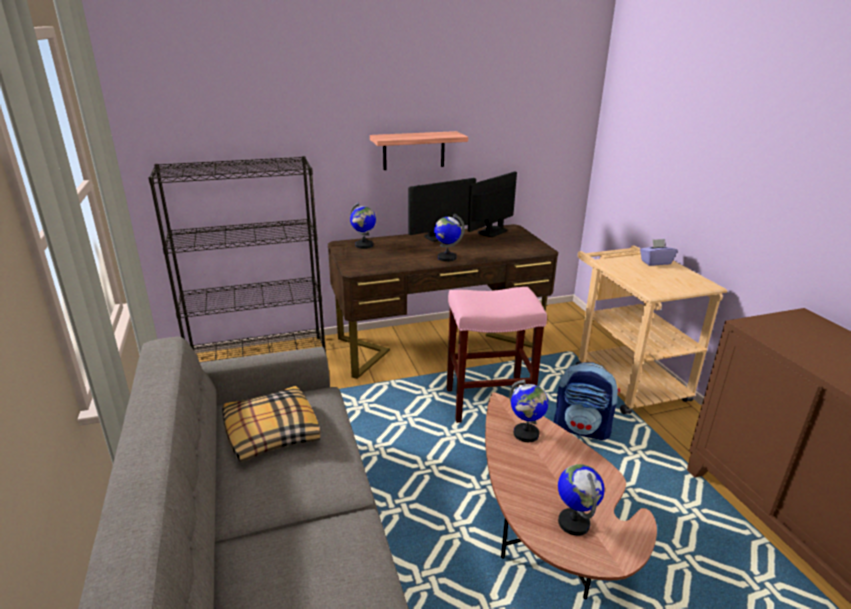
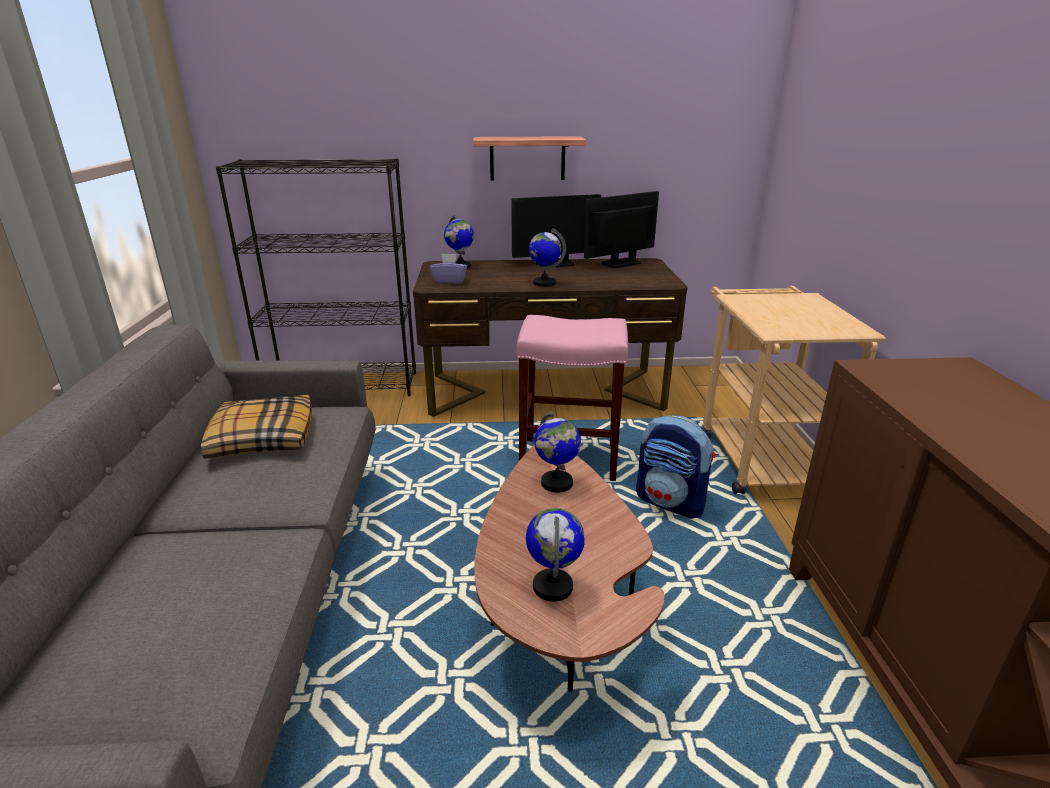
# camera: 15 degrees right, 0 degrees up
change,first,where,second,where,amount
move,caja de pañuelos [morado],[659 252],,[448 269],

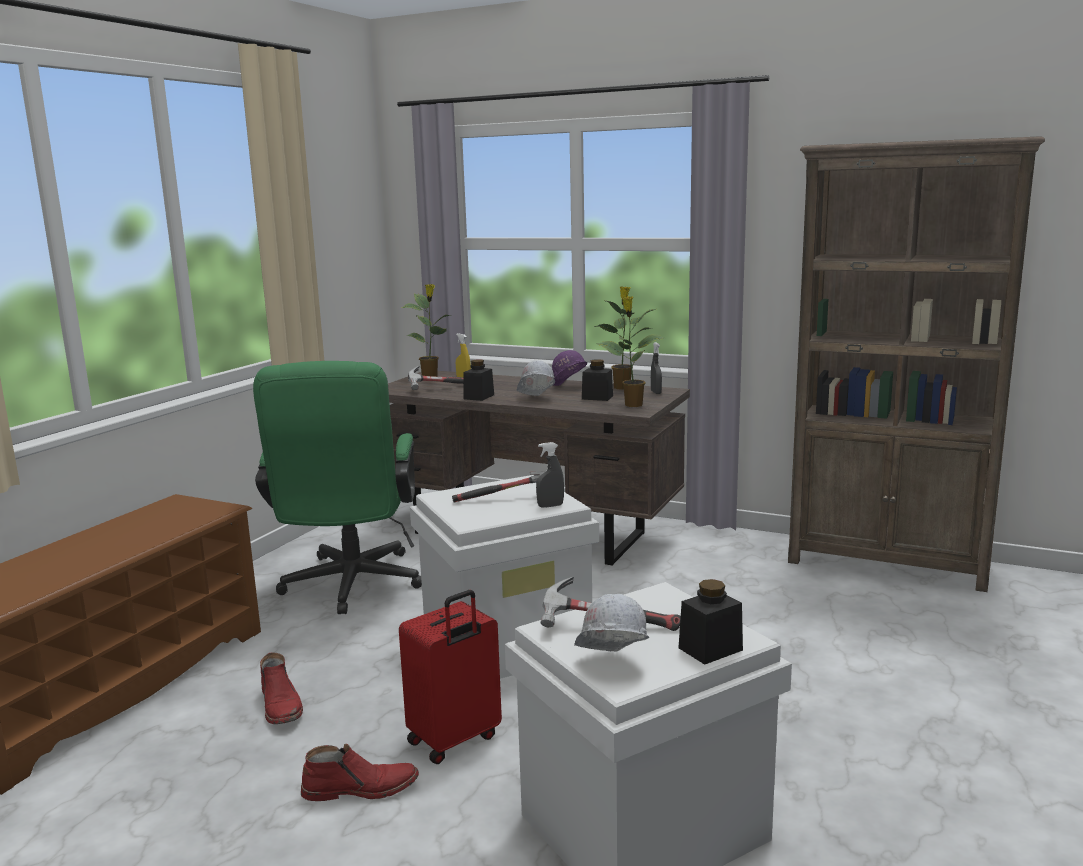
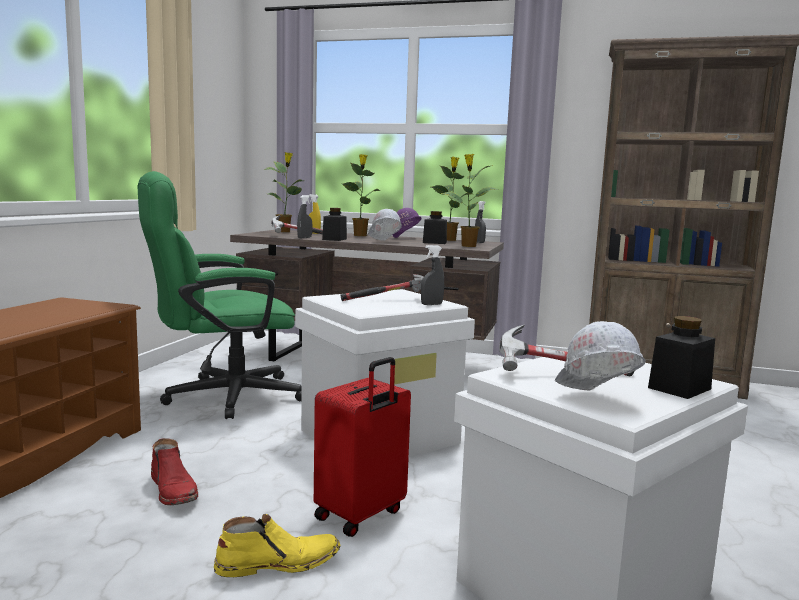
# camera: 10 degrees left, 5 degrees down
change,first,where,second,where,amount
rotate,silla de oficina [verde],[337 487],,[220 295],75 degrees clockwise
recolor,bota [rojo],[360 772],bota [amarillo],[277 545],
insert,,,planta en maceta,[361 195],
insert,,,pulverizador [gris],[304 216],

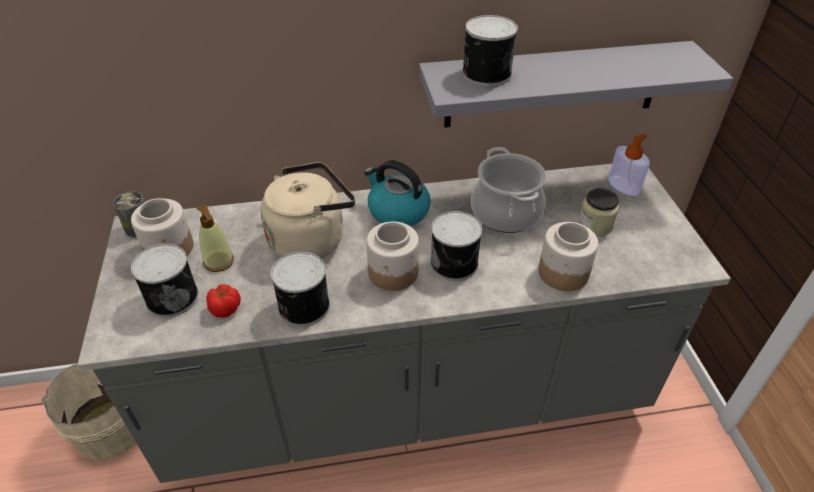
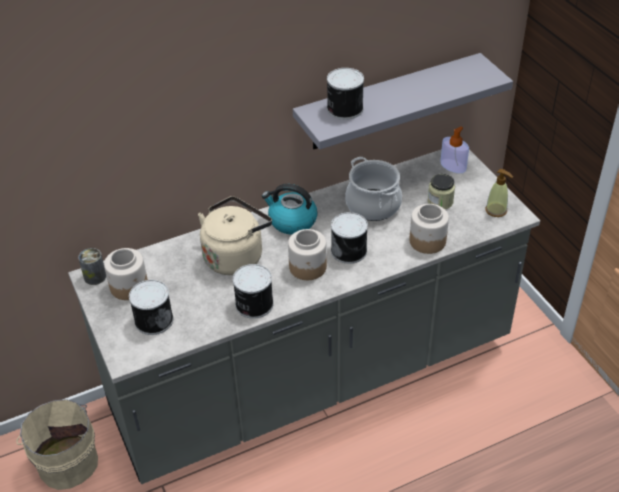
# camera: 15 degrees left, 0 degrees up
change,first,where,second,where,amount
move,dispensador de jabón,[215 238],,[499 193],
delete,tomate,[223 301],,,

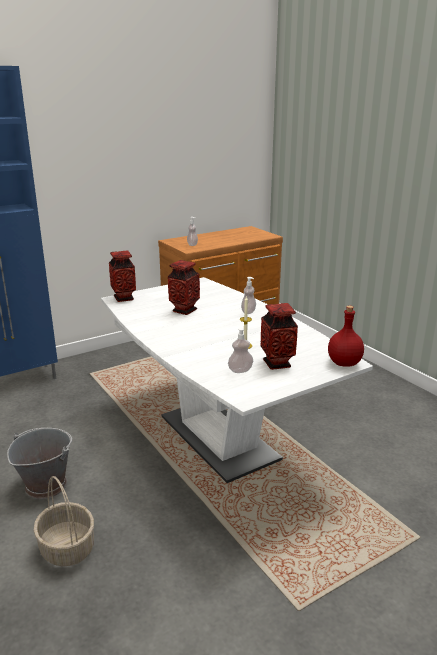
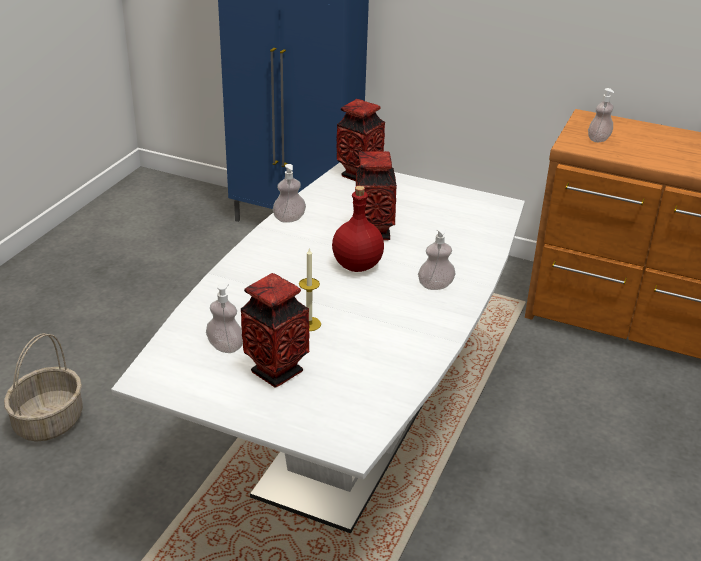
# camera: 55 degrees right, 10 degrees up
change,first,where,second,where,amount
move,botella [rojo],[346 336],,[358 229],
delete,cubo [gris],[39 463],,,
insert,,,dispensador de jabón,[289 193],

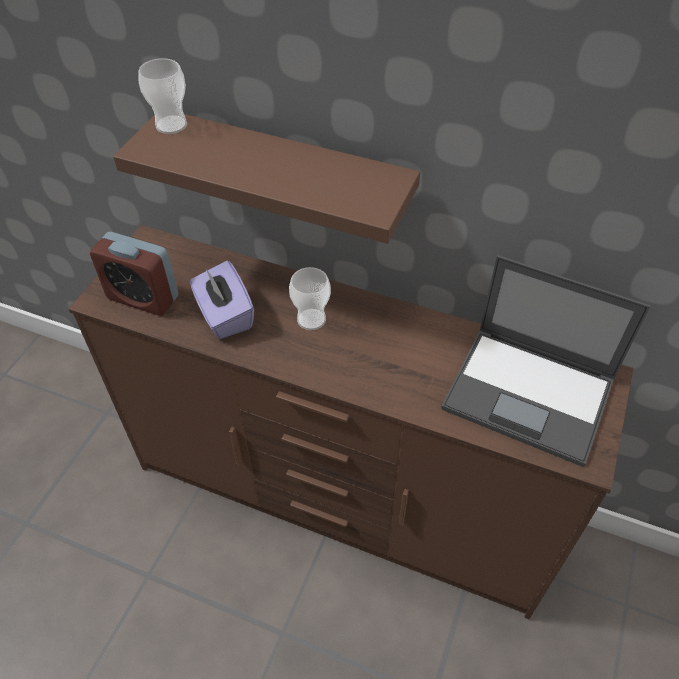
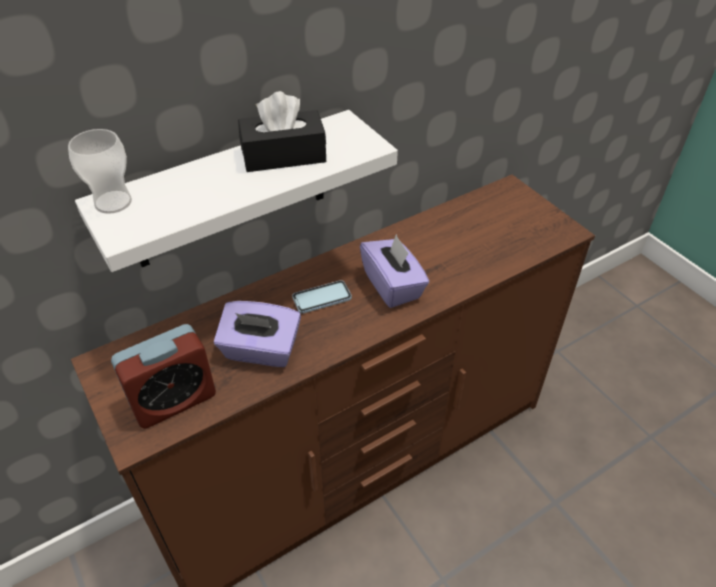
# camera: 55 degrees left, 5 degrees down
change,first,where,second,where,amount
recolor,estante [marrón],[266 179],estante [blanco],[236 191],
delete,portátil,[545 361],,,
replace,taza,[310 298],móvil,[322 297],
insert,,,caja de pañuelos [negro],[282 131],
insert,,,caja de pañuelos [morado],[394 271],

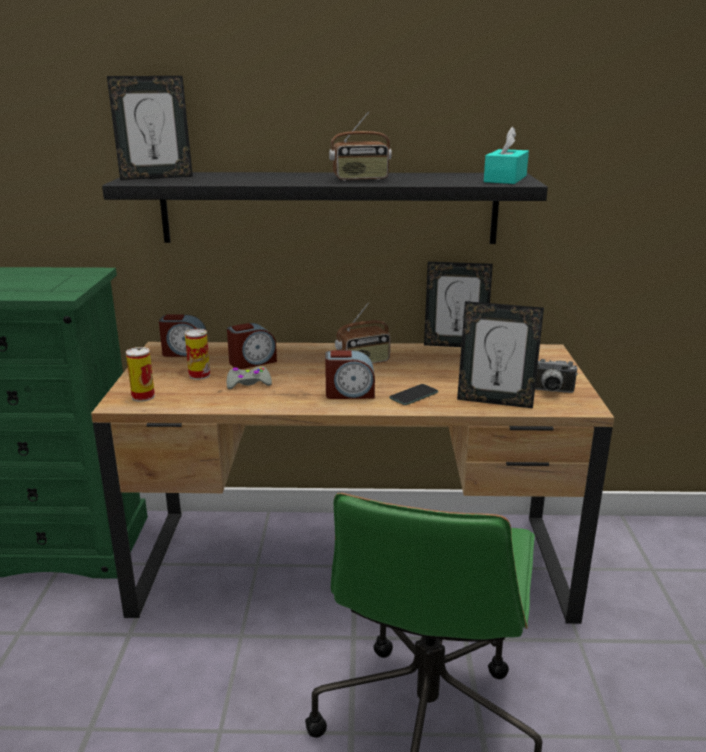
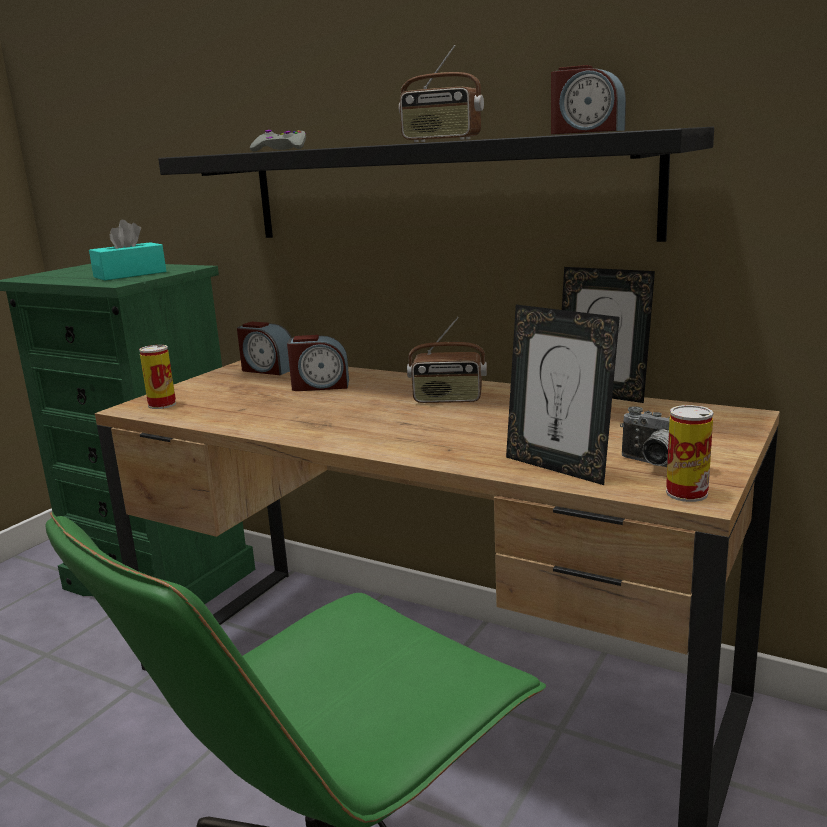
# camera: 30 degrees right, 5 degrees down
change,first,where,second,where,amount
delete,portarretratos,[150 128],,,
move,caja de pañuelos [turquesa],[506 155],,[127 250],
move,lata,[197 354],,[689 453],
move,despertador,[350 374],,[588 100],
move,mando de consola [gris],[249 377],,[278 141],
delete,móvil,[413 394],,,

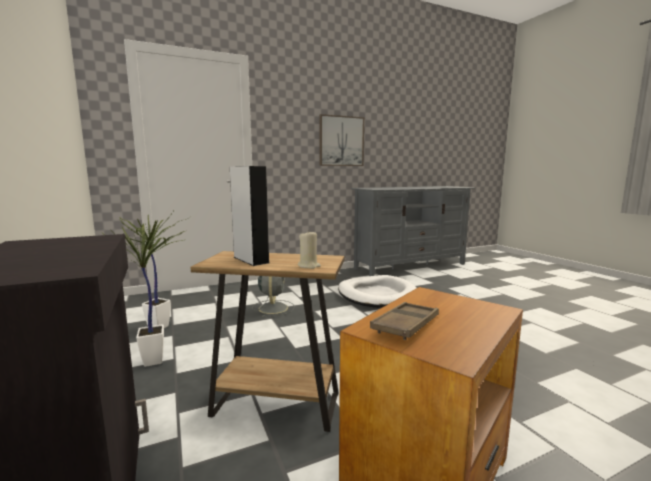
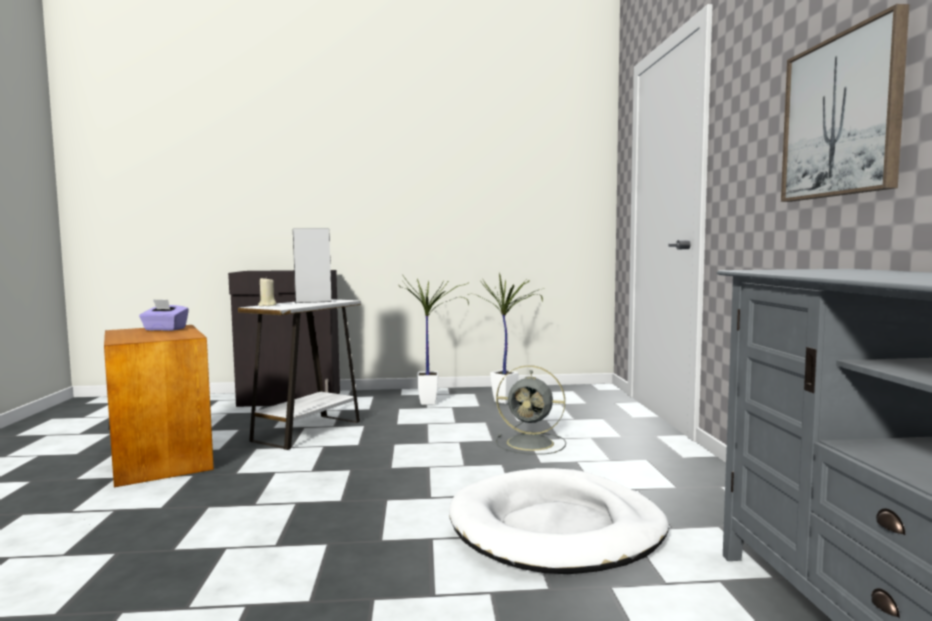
# camera: 110 degrees right, 5 degrees down
change,first,where,second,where,amount
recolor,mesa auxiliar [marrón],[268 341],mesa auxiliar [blanco],[299 374],
replace,bandeja [marrón],[404 321],caja de pañuelos [morado],[164 315],

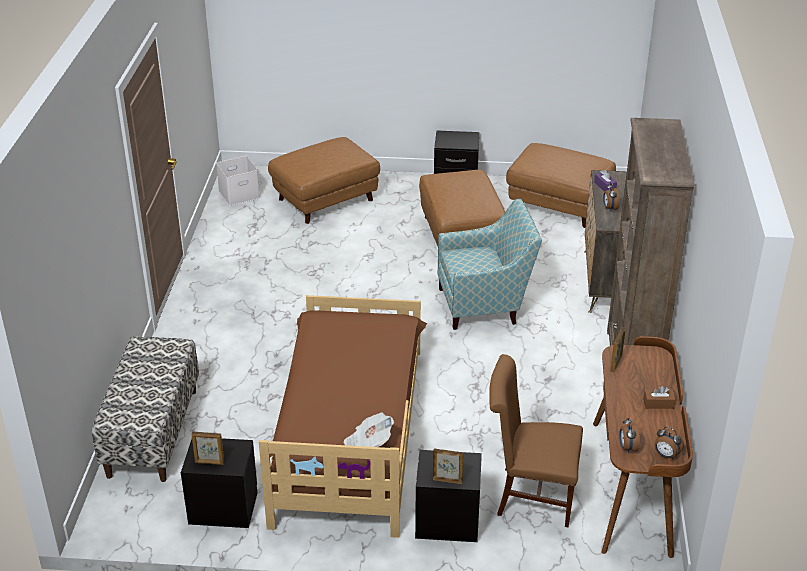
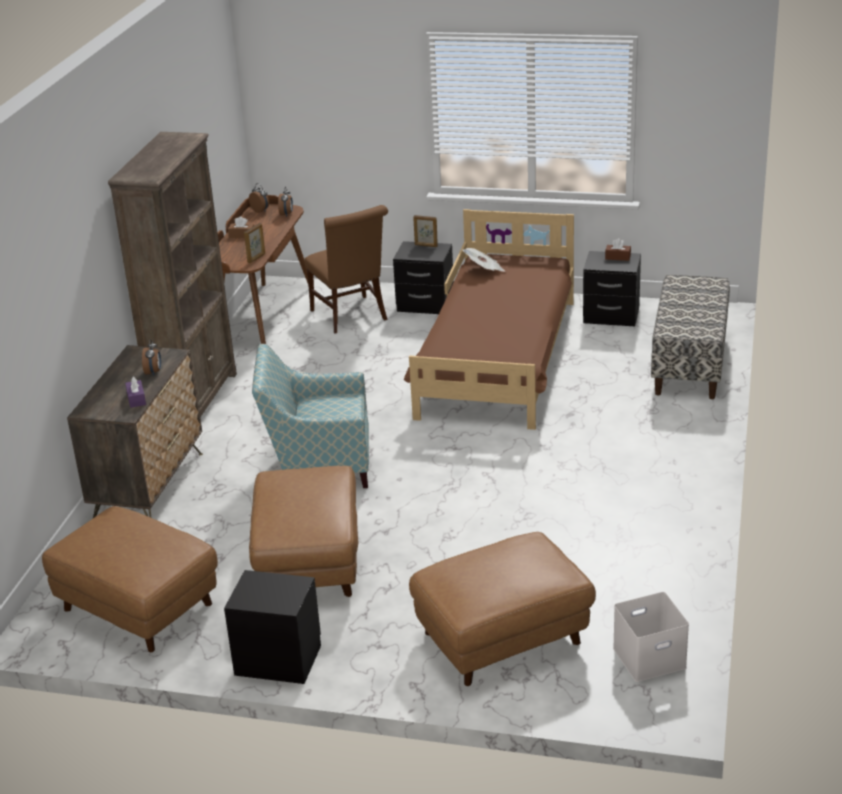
# camera: 170 degrees left, 5 degrees down
change,first,where,second,where,amount
rotate,silla [marrón],[536 440],,[346 269],45 degrees clockwise
replace,portarretratos,[208 448],caja de pañuelos [marrón],[618 249],

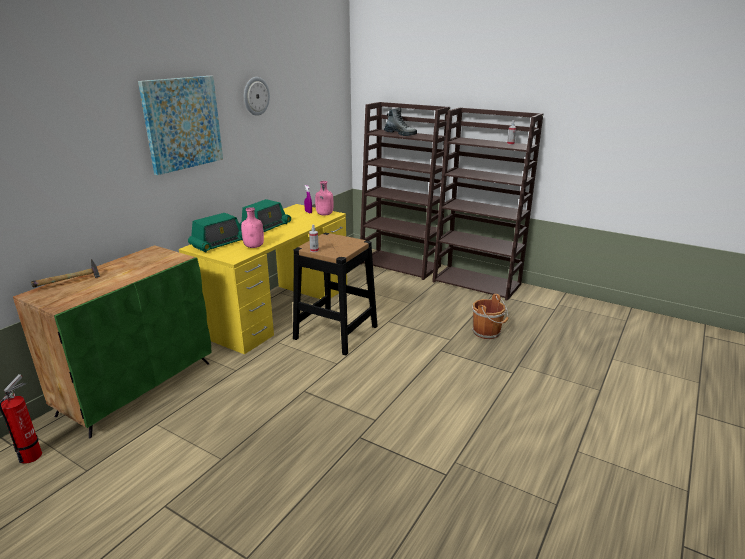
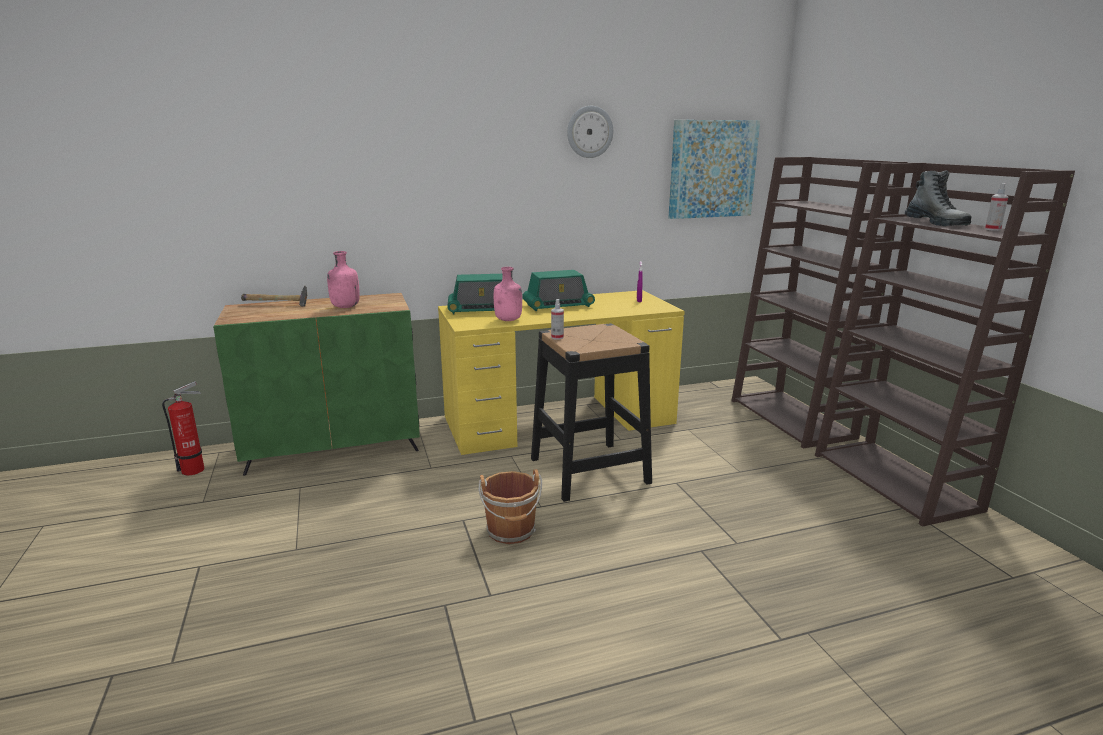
# camera: 40 degrees right, 5 degrees down
change,first,where,second,where,amount
move,cuadro,[180 125],,[714 169],
move,bota,[400 122],,[938 198],
move,botella [rosa],[324 198],,[343 279],
move,cubo [marrón],[490 316],,[510 506],

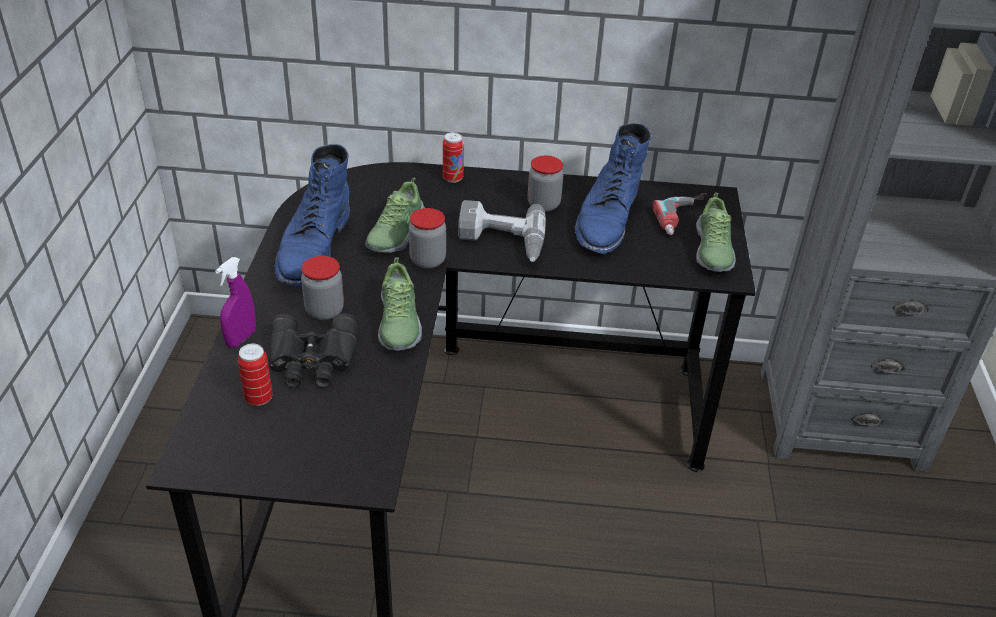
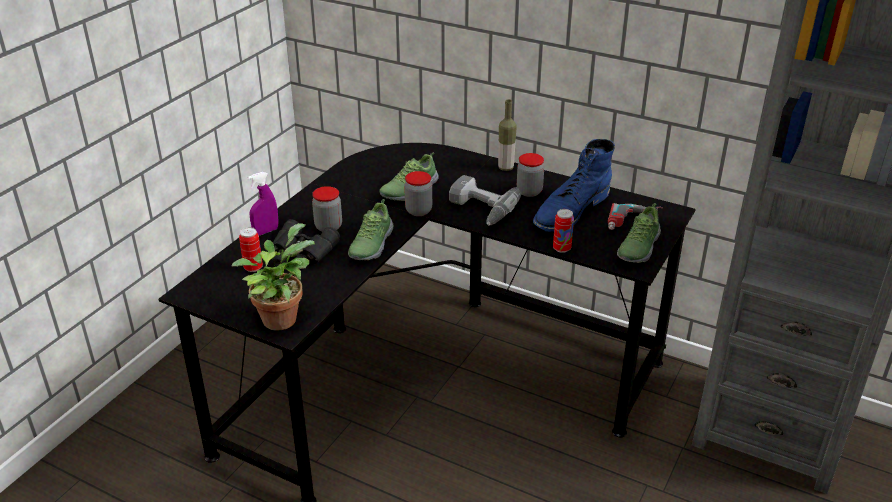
# camera: 25 degrees right, 5 degrees down
change,first,where,second,where,amount
move,lata,[453 157],,[563 231],
delete,bota [azul],[312 215],,,
insert,,,botella,[507 135],
insert,,,planta en maceta,[273 277],

